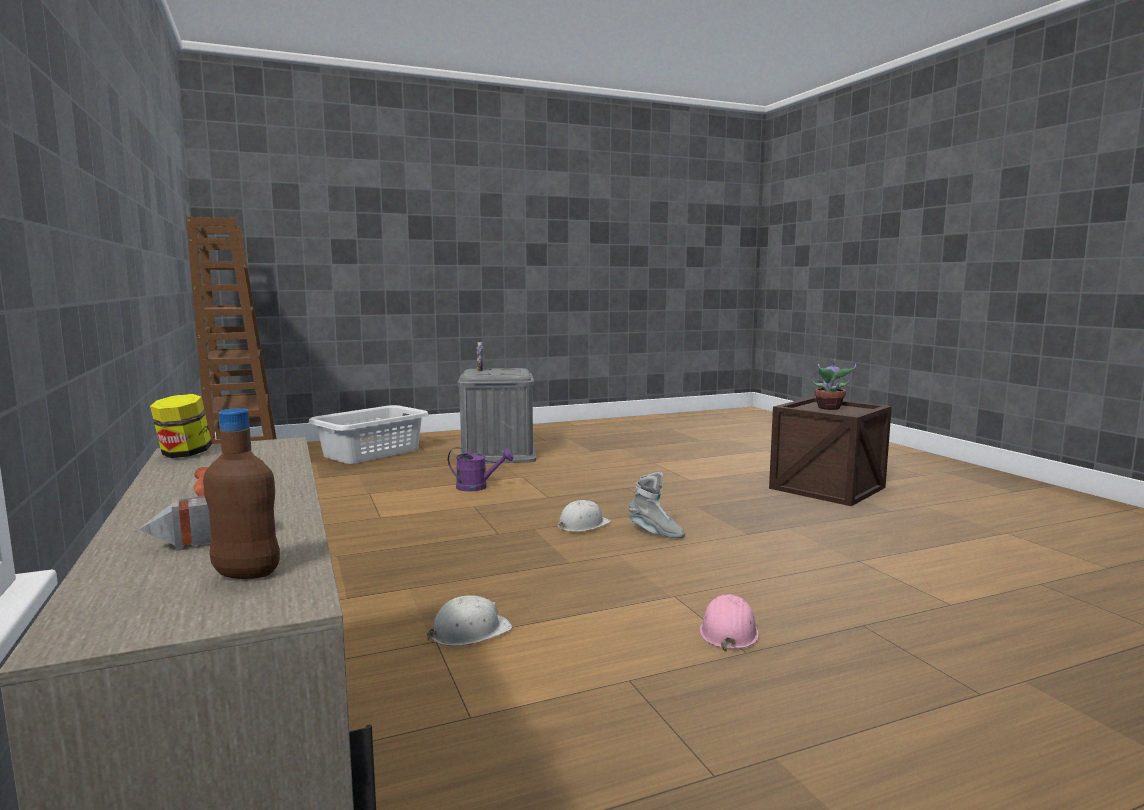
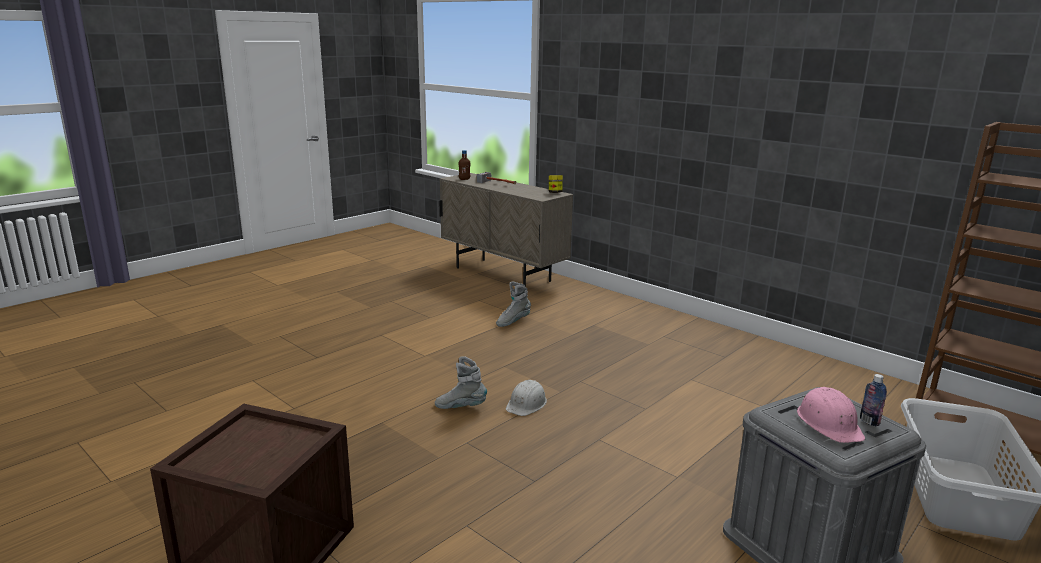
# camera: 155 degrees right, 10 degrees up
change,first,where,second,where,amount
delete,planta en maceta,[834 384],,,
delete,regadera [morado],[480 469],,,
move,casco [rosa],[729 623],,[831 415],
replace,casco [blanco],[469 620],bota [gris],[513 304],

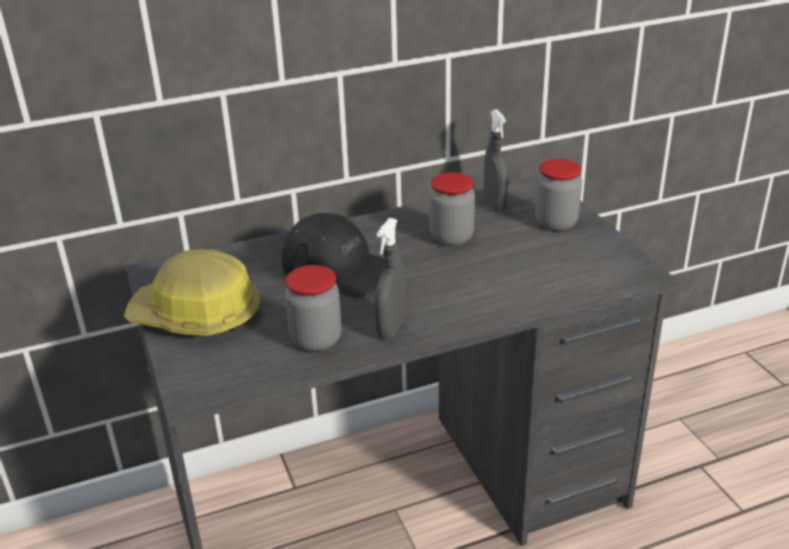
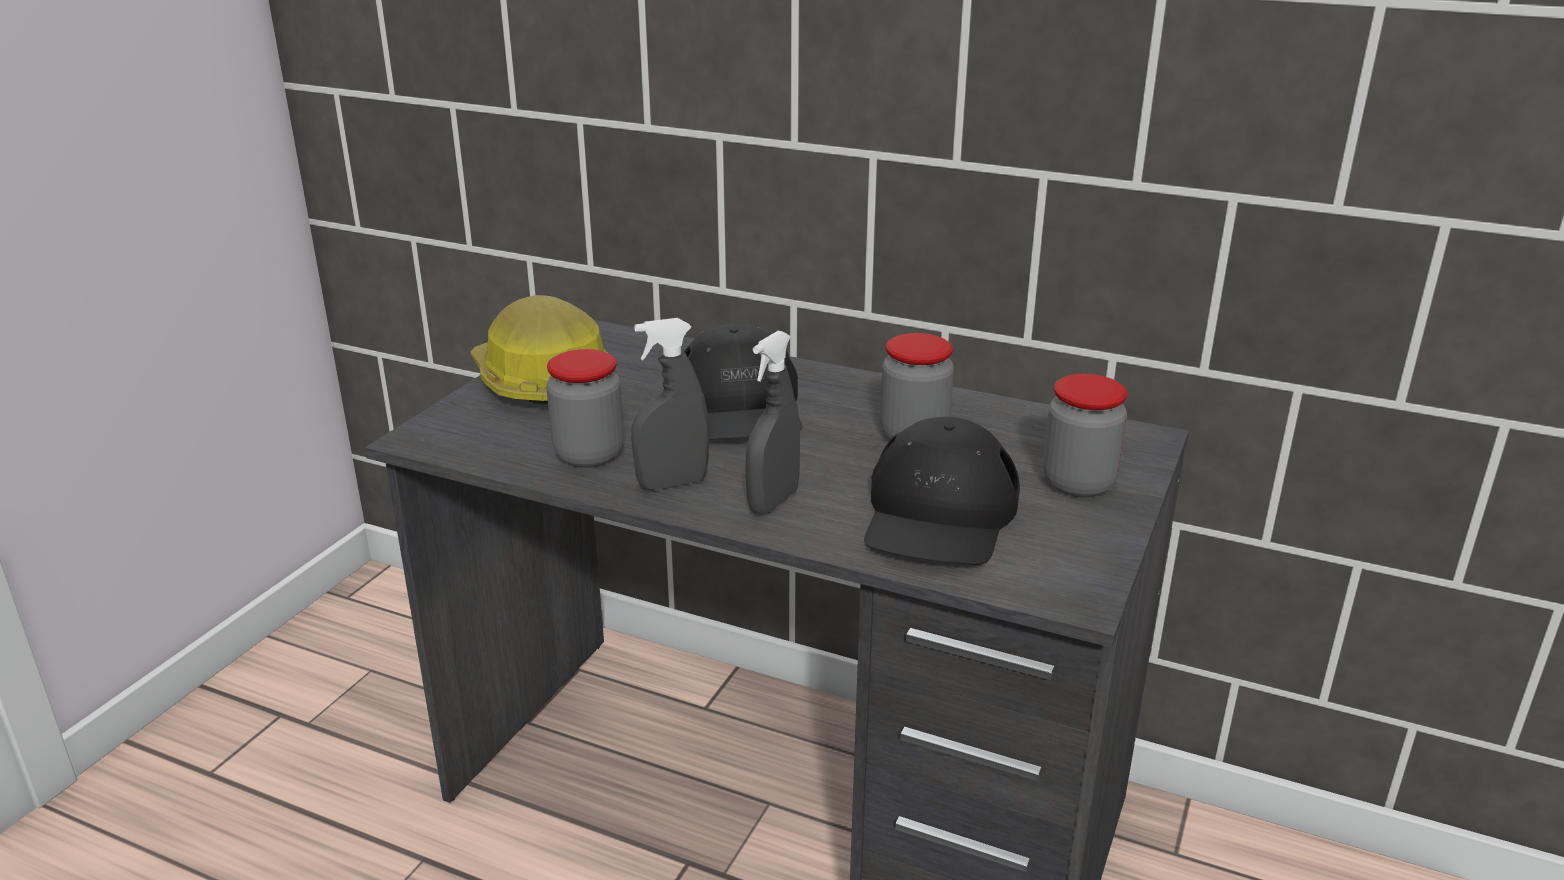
# camera: 45 degrees right, 5 degrees down
change,first,where,second,where,amount
move,pulverizador [gris],[496 160],,[772 422],
insert,,,gorra [negro],[942 491],

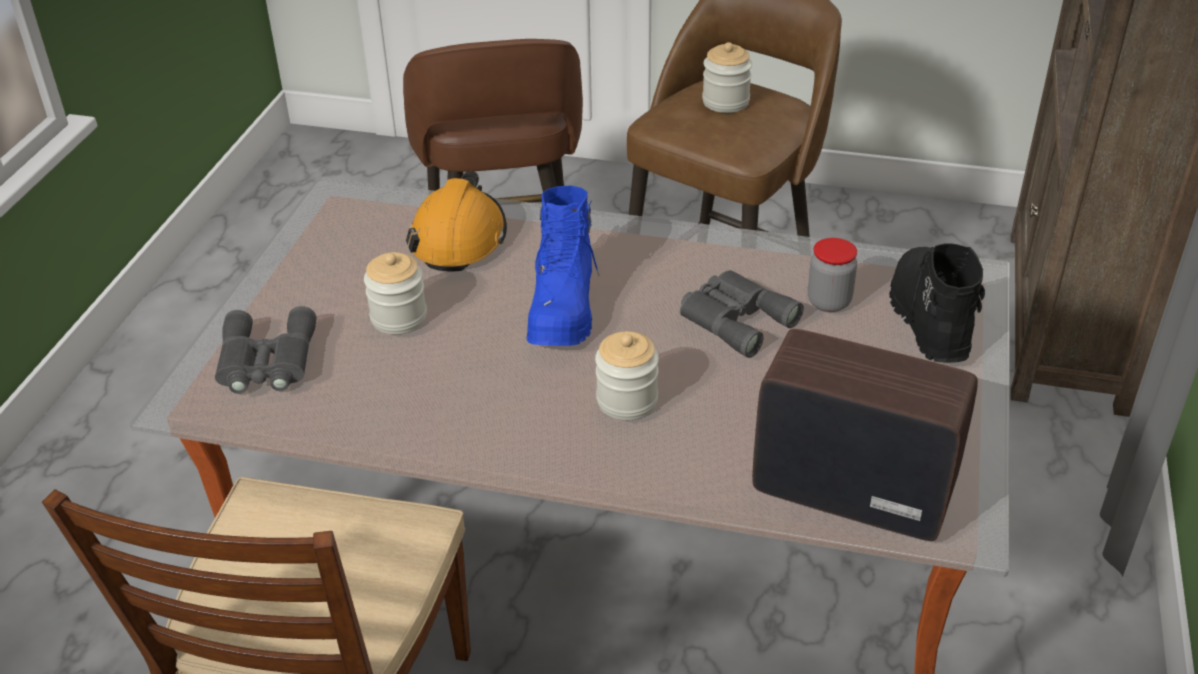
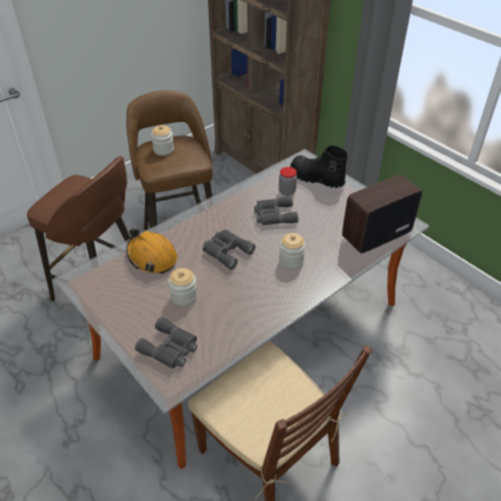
# camera: 55 degrees left, 5 degrees up
change,first,where,second,where,amount
replace,bota [azul],[563 265],prismáticos [gris],[229 249],

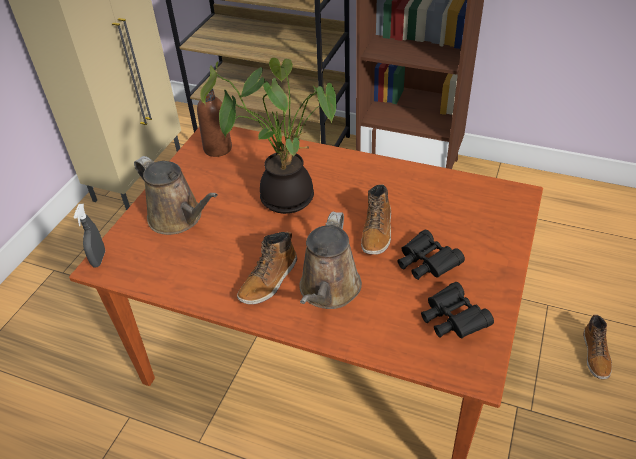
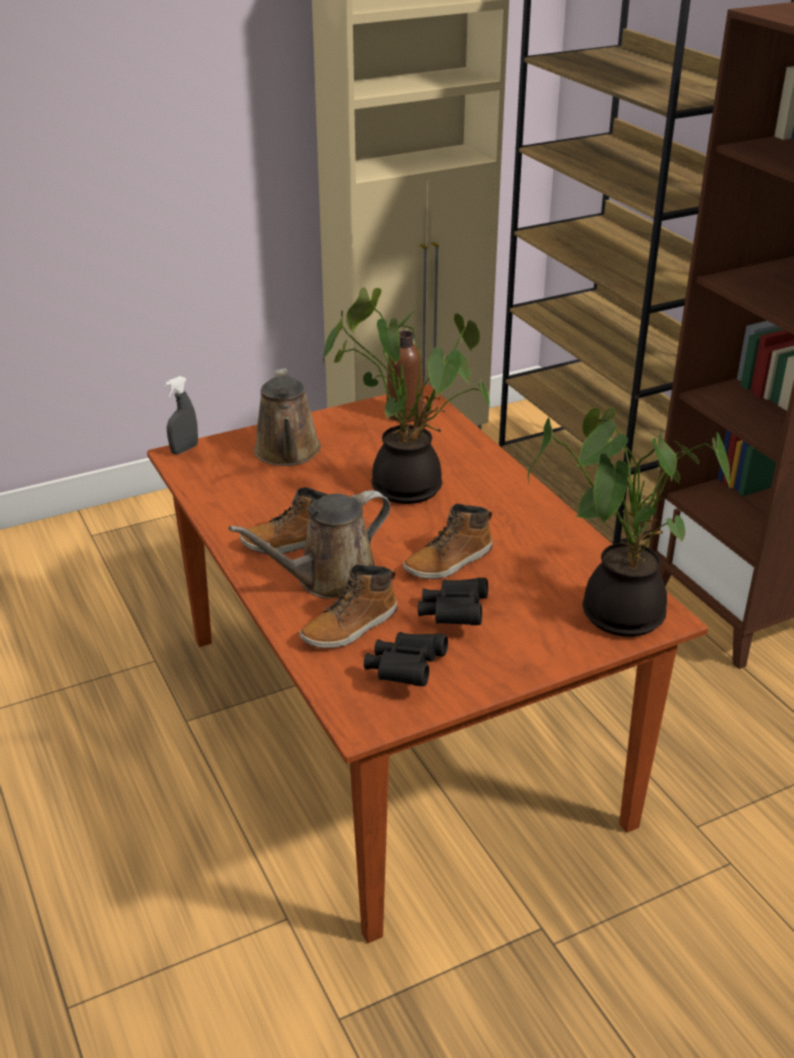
# camera: 40 degrees right, 10 degrees down
change,first,where,second,where,amount
move,bota,[597 347],,[348 606],
insert,,,planta en maceta,[629 522],

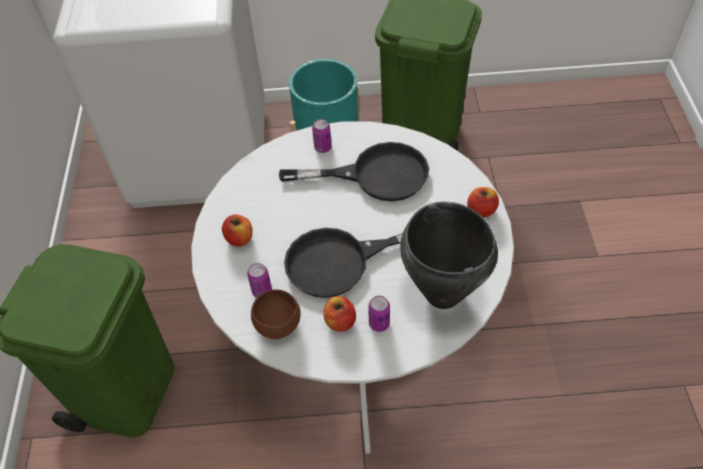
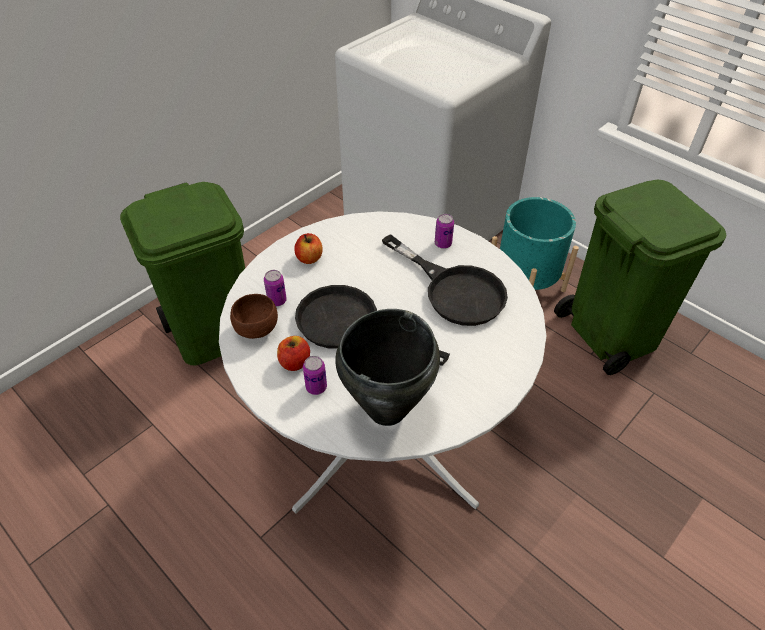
# camera: 45 degrees right, 5 degrees down
change,first,where,second,where,amount
delete,manzana,[483 202],,,

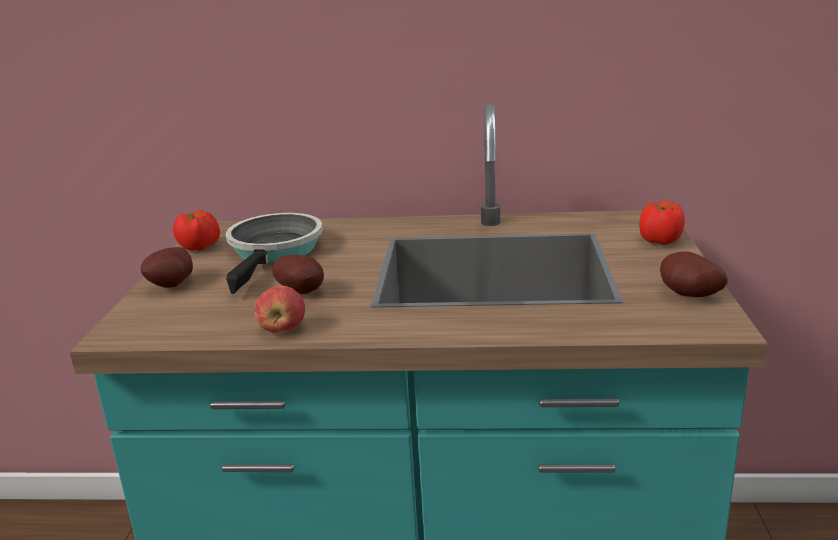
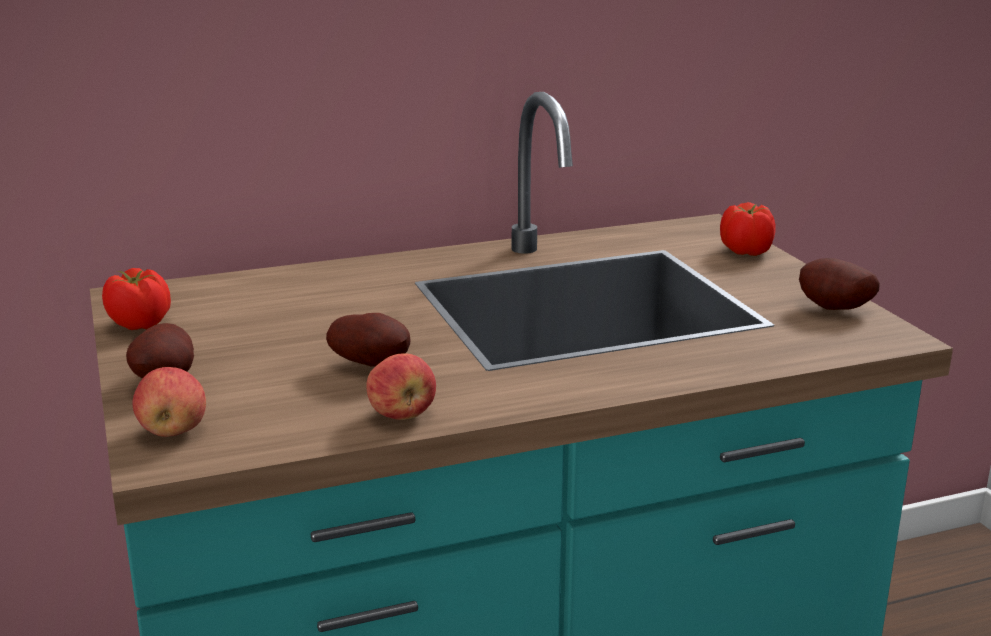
# camera: 25 degrees left, 0 degrees up
change,first,where,second,where,amount
delete,sartén,[274 253],,,
insert,,,manzana,[169 402],

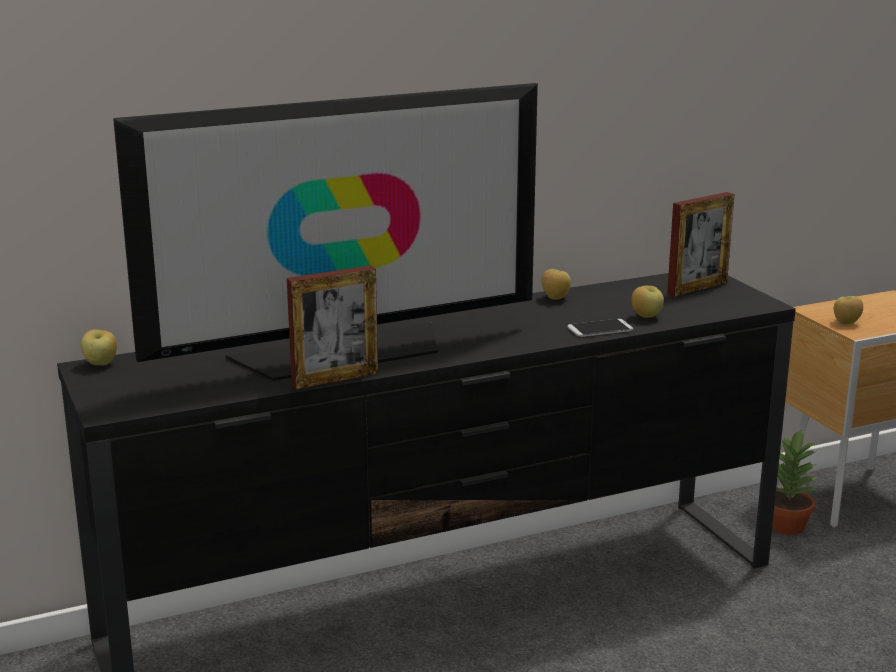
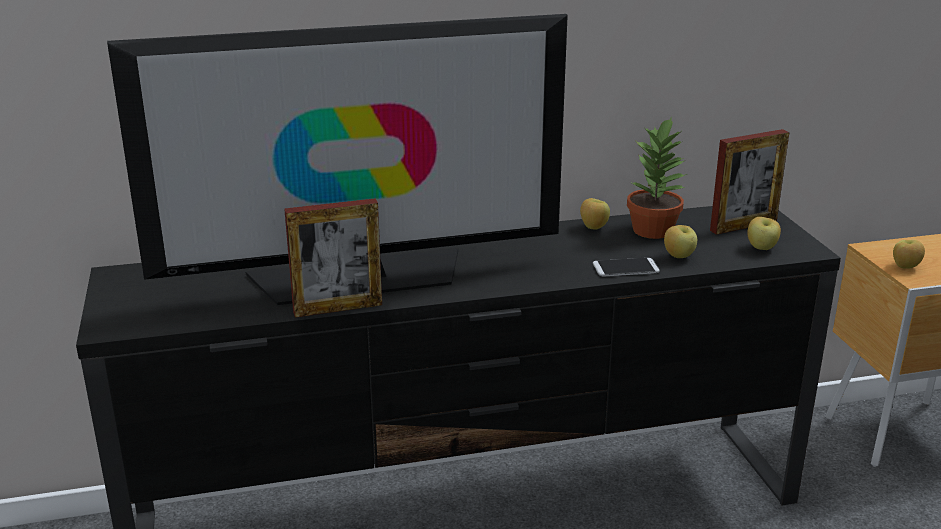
# camera: 10 degrees right, 5 degrees up
change,first,where,second,where,amount
move,manzana,[99 347],,[764 233],
move,planta en maceta,[795 482],,[657 178],

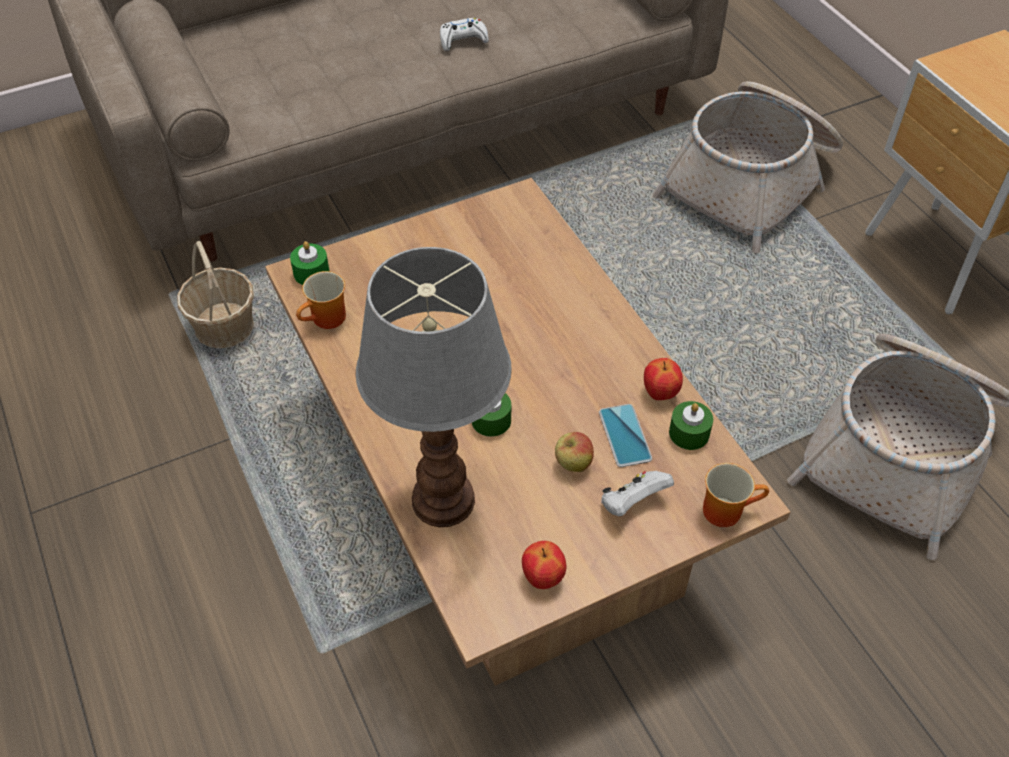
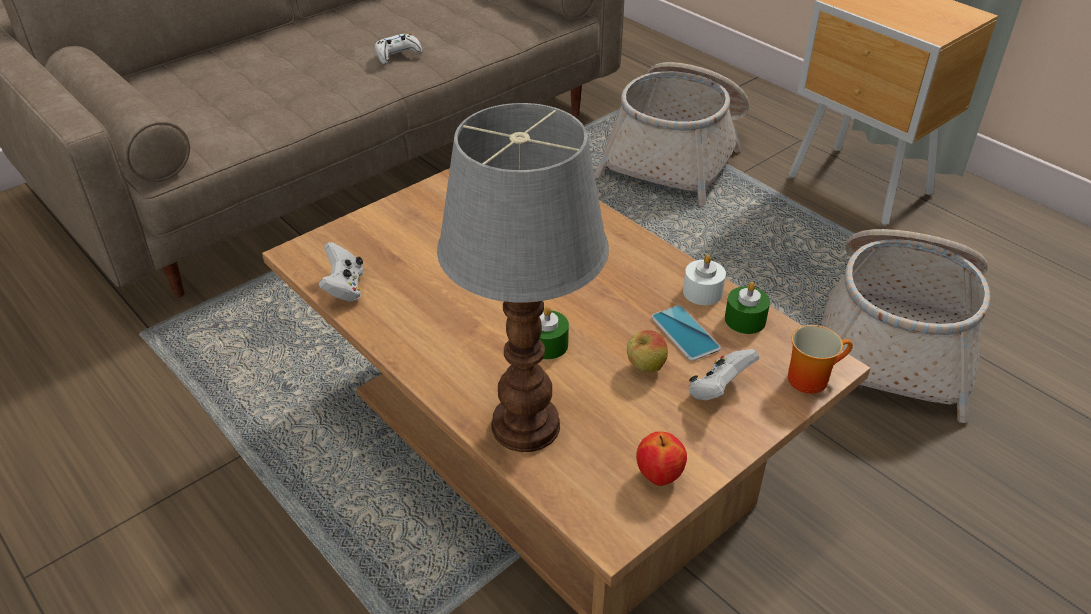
# camera: 15 degrees left, 10 degrees down
change,first,where,second,where,amount
delete,cesta,[215 295],,,
delete,vela [verde],[309 263],,,
replace,taza grande,[321 300],mando de consola [blanco],[340 272],
replace,manzana,[663 379],vela [blanco],[704 279],

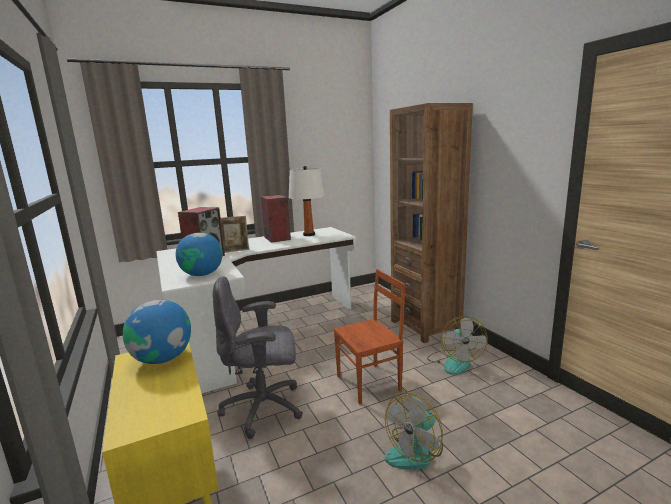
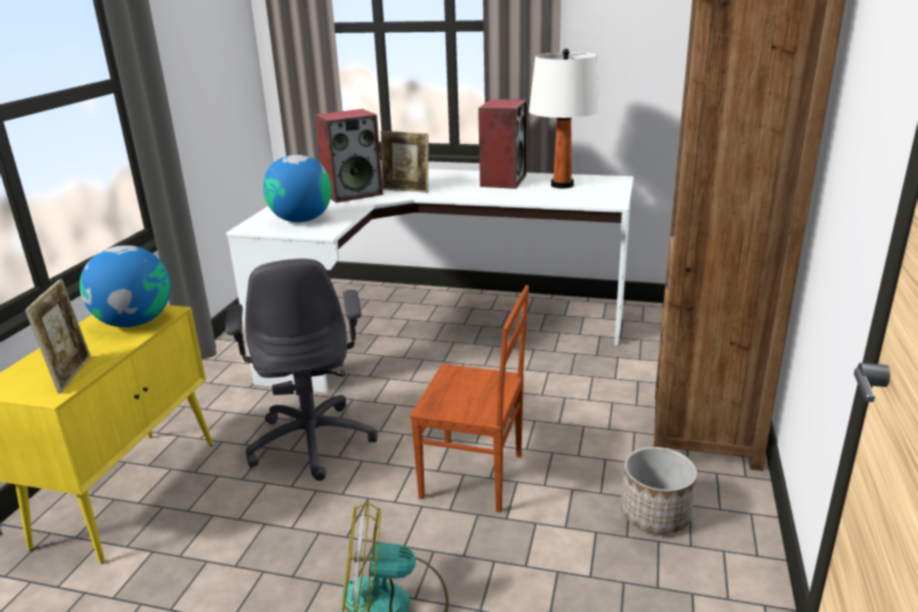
# camera: 40 degrees right, 10 degrees up
change,first,where,second,where,amount
rotate,silla de oficina [gris],[258 357],,[301 370],135 degrees counterclockwise
replace,ventilador,[457 345],maceta,[659 490],
insert,,,portarretratos,[57 336],

